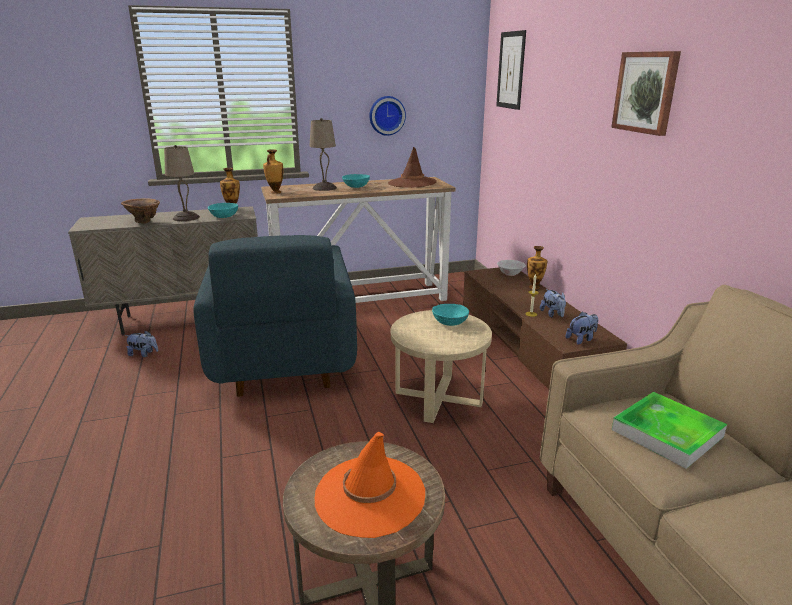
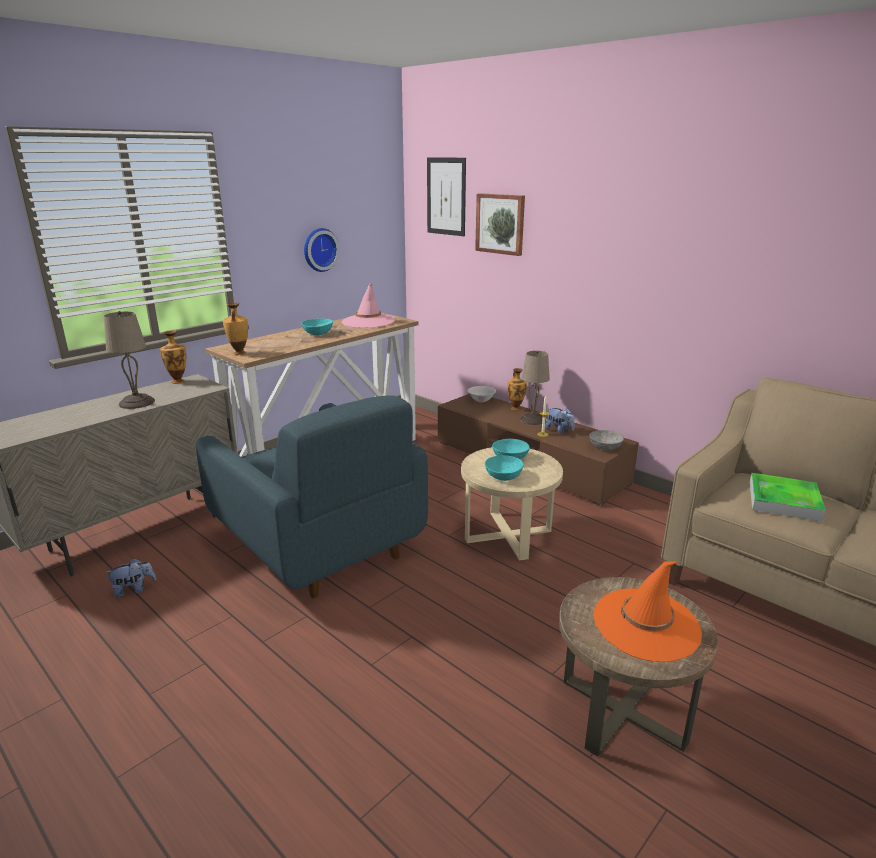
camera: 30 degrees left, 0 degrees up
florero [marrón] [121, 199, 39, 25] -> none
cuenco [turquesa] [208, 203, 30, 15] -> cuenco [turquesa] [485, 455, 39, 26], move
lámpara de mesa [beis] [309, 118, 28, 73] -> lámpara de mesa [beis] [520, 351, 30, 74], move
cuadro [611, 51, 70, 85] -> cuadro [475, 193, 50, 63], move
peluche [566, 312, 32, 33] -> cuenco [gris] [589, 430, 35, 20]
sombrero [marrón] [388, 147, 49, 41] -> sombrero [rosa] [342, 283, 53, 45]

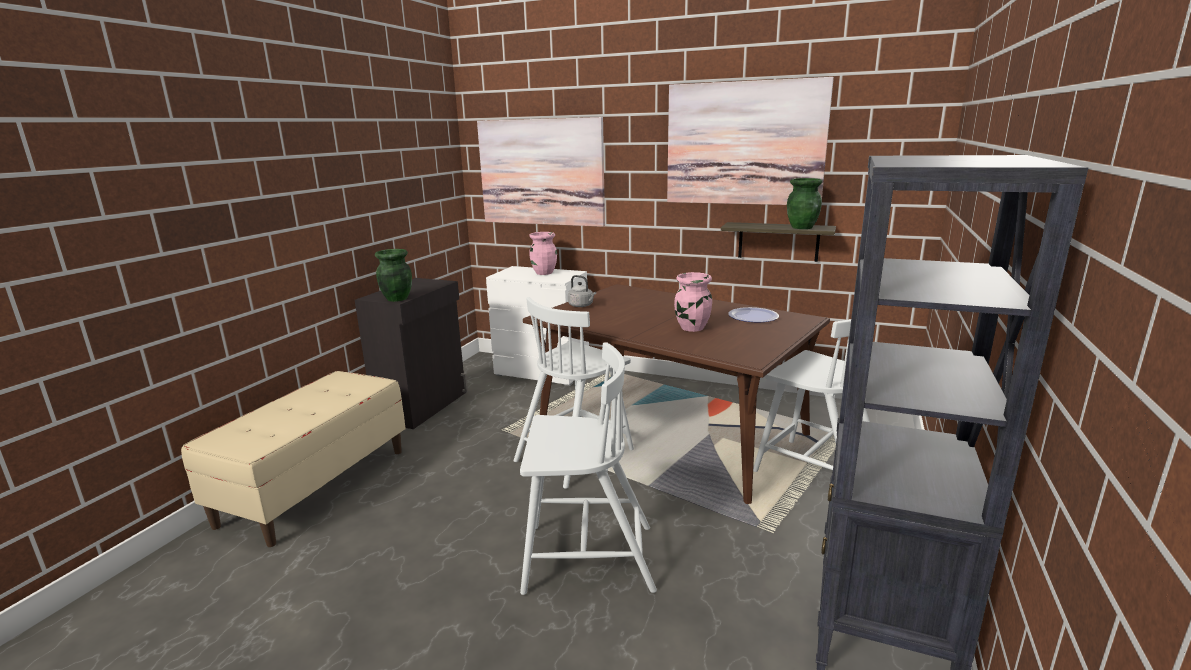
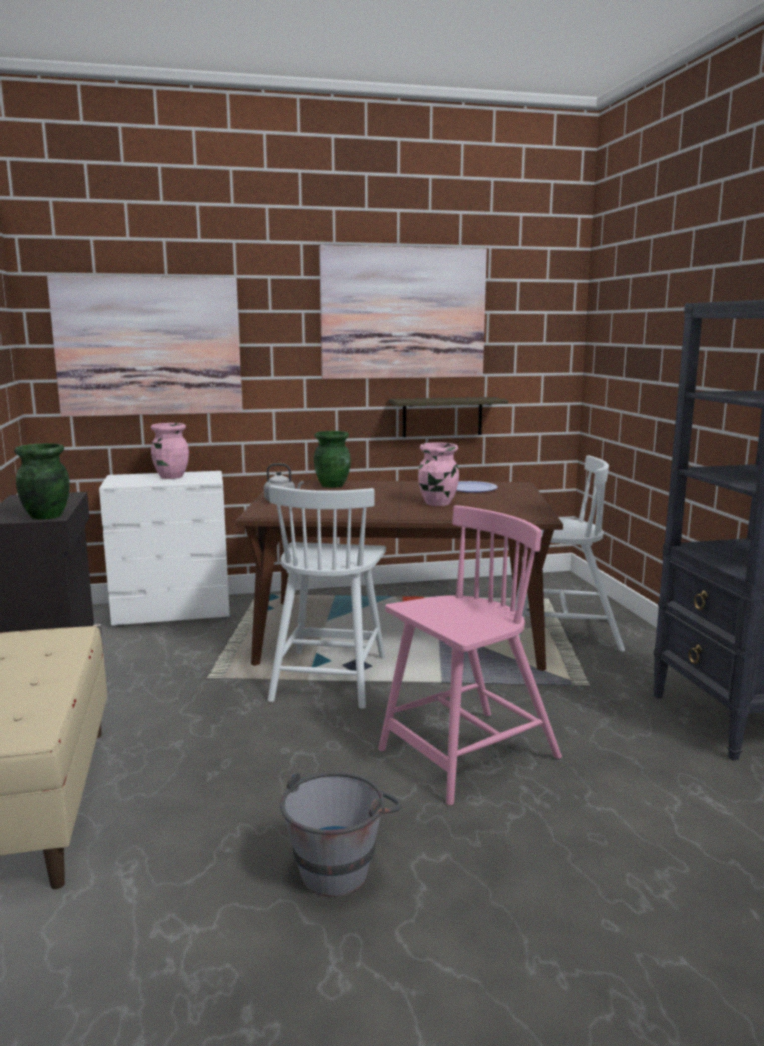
camera: 35 degrees left, 5 degrees down
none -> cubo [gris] [280, 772, 122, 125]
florero [verde] [787, 178, 36, 51] -> florero [verde] [314, 431, 37, 57], move
silla [blanco] [520, 342, 137, 253] -> silla [rosa] [378, 505, 184, 300]

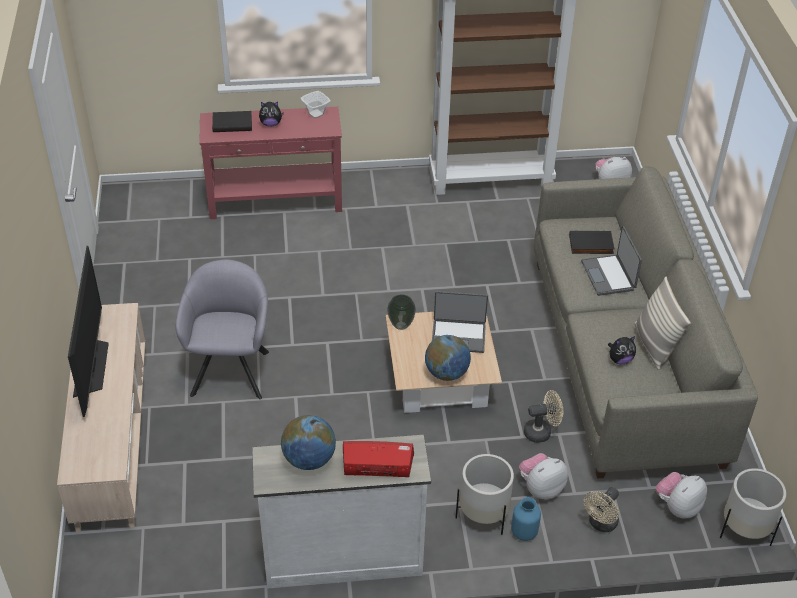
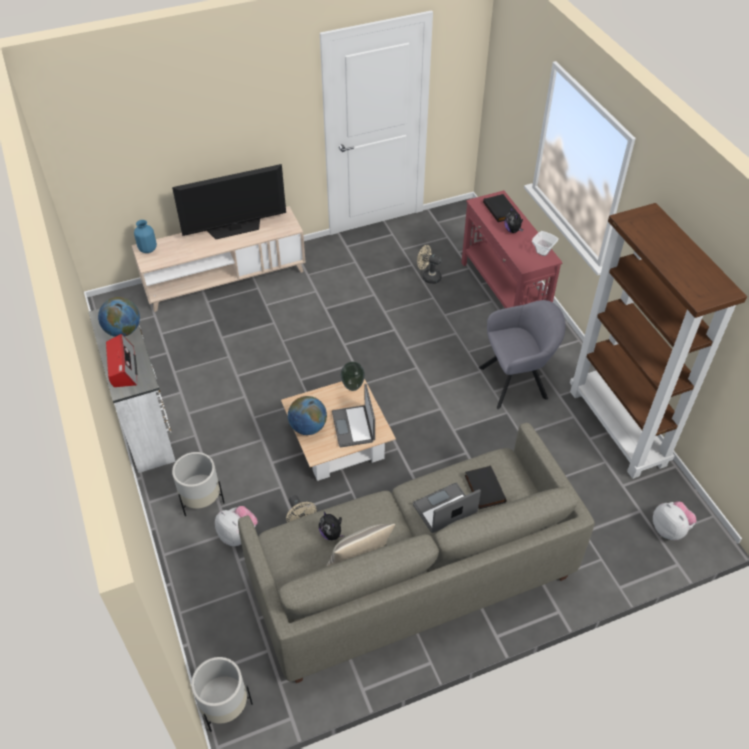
camera: 75 degrees right, 5 degrees up
peluche [655, 472, 52, 46] -> none
sillón [gris] [175, 259, 94, 140] -> sillón [gris] [479, 300, 86, 109], move
florero [azul] [511, 497, 30, 44] -> florero [azul] [134, 220, 23, 33], move
ventilador [beis] [584, 487, 35, 45] -> ventilador [beis] [417, 245, 25, 39], move

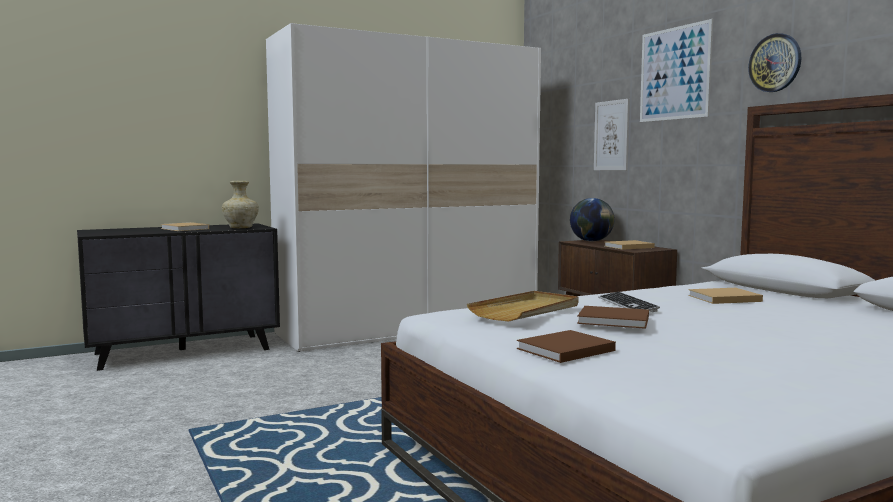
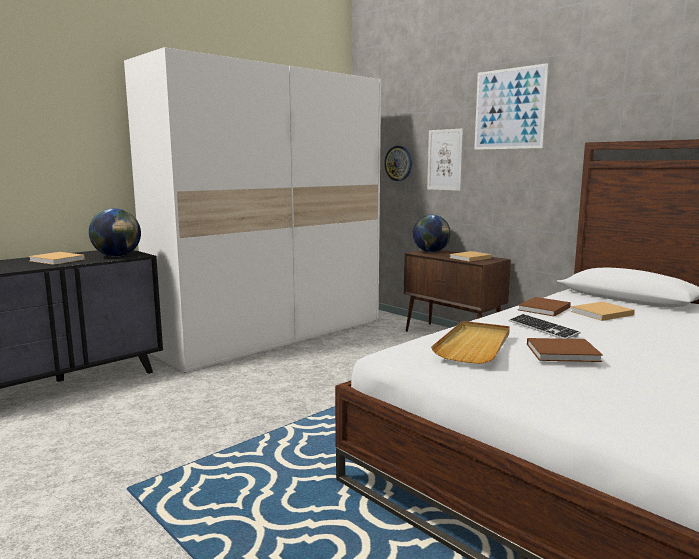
camera: 15 degrees left, 5 degrees up
libro [marrón] [517, 330, 99, 33] -> libro [marrón] [518, 297, 53, 20], move
reloj de pared [748, 33, 53, 59] -> reloj de pared [384, 146, 28, 35], move
florero [beis] [222, 181, 37, 47] -> globo terráqueo [89, 208, 52, 49]

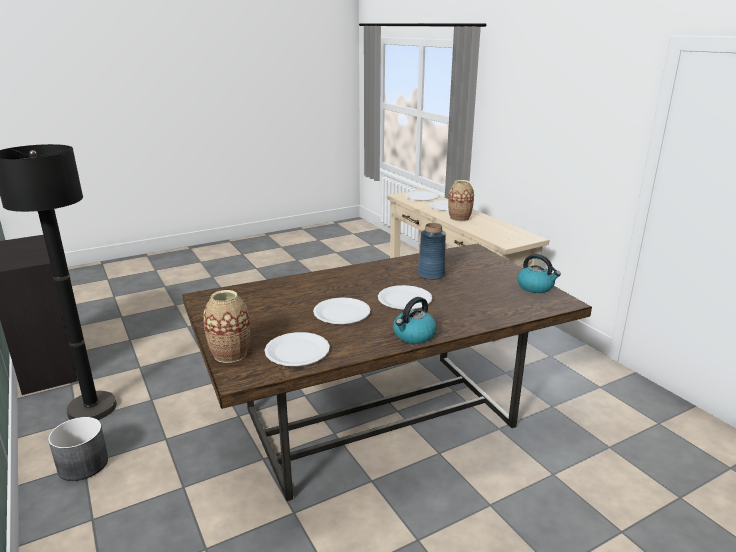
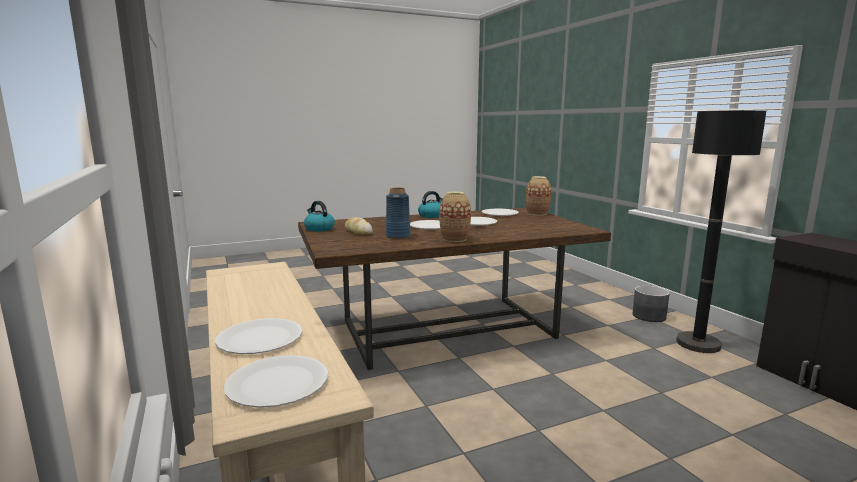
camera: 175 degrees left, 10 degrees down
none -> pan [345, 217, 28, 18]
florero [448, 180, 26, 41] -> florero [439, 192, 32, 50], move

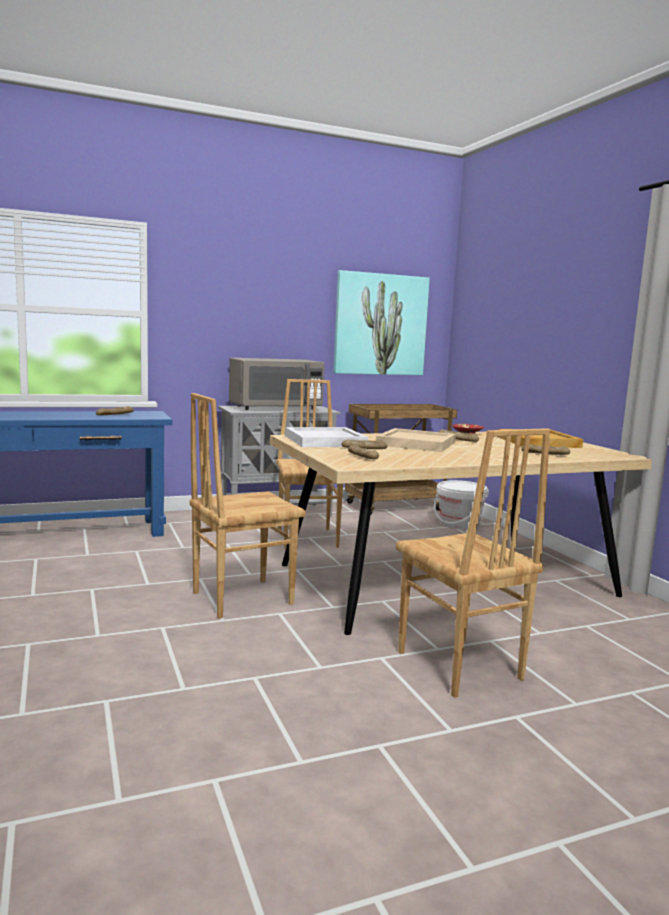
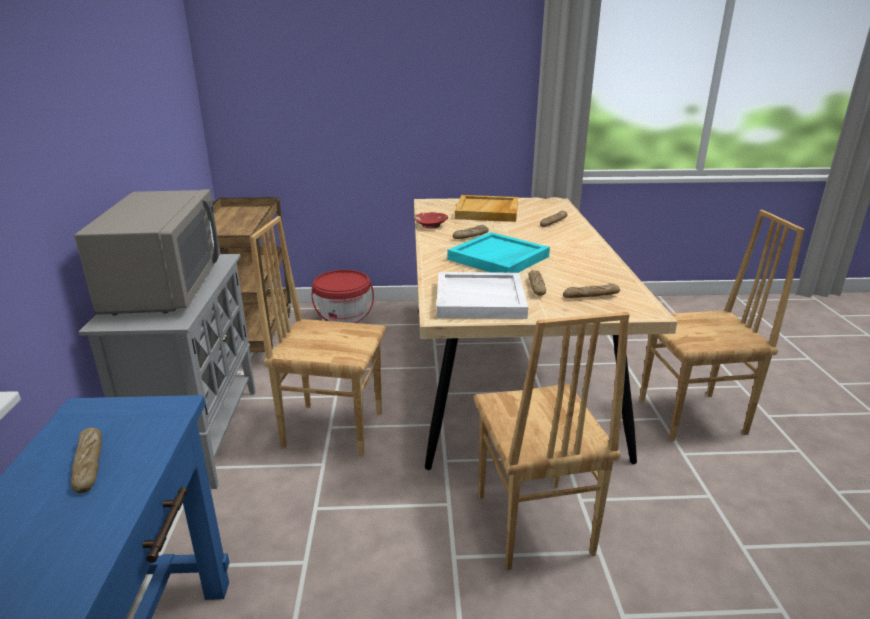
camera: 70 degrees left, 15 degrees up
cuadro [333, 270, 97, 105] -> none
bandeja [beis] [376, 428, 80, 24] -> bandeja [turquesa] [447, 232, 103, 41]
cubo [blanco] [434, 480, 55, 50] -> cubo [rojo] [312, 270, 62, 54]

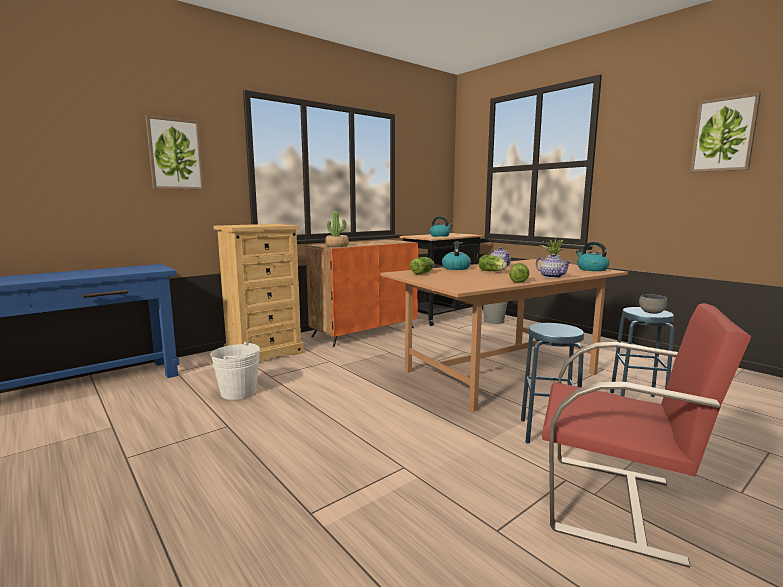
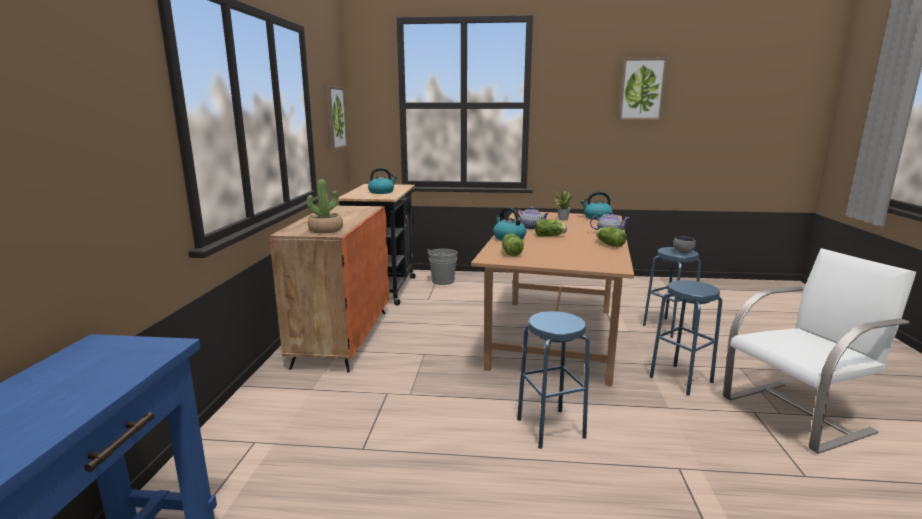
camera: 45 degrees left, 5 degrees up
cubo [blanco] [210, 342, 50, 58] -> none
cómoda [beis] [213, 224, 91, 138] -> none
none -> taburete [azul] [517, 311, 73, 138]
cuadro [145, 115, 59, 75] -> cuadro [327, 86, 20, 64], move
silla [rojo] [542, 303, 209, 265] -> silla [blanco] [723, 248, 193, 206]

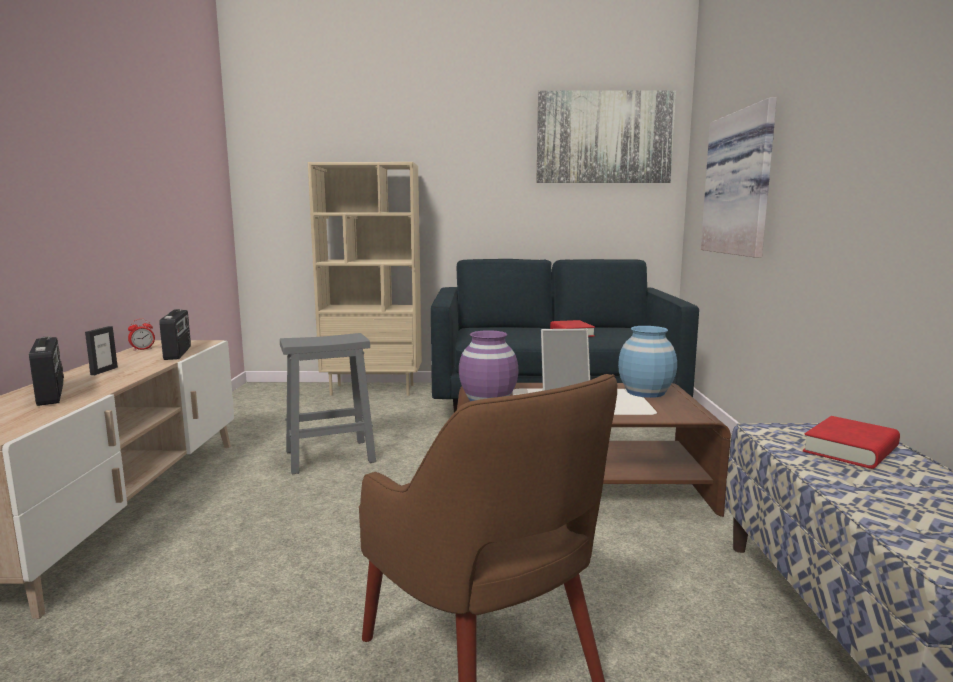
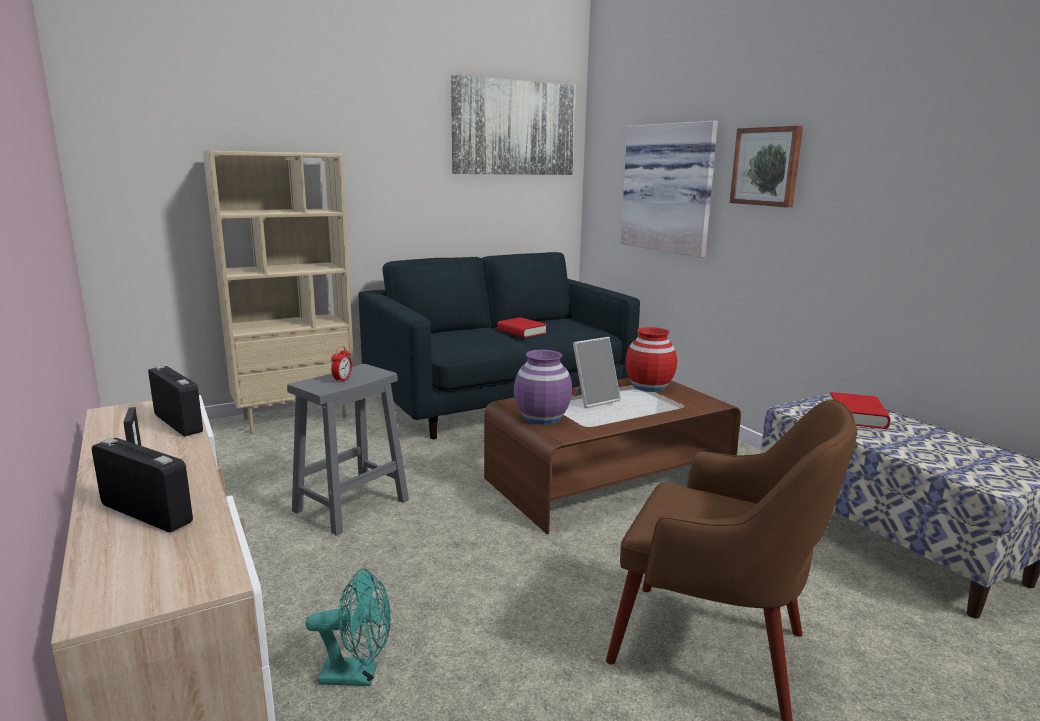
camera: 30 degrees left, 5 degrees up
none -> ventilador [turquesa] [306, 568, 85, 118]
none -> cuadro [730, 126, 73, 81]
despertador [128, 319, 27, 32] -> despertador [331, 346, 21, 37], move
florero [azul] [618, 326, 59, 72] -> florero [rojo] [626, 327, 51, 65]

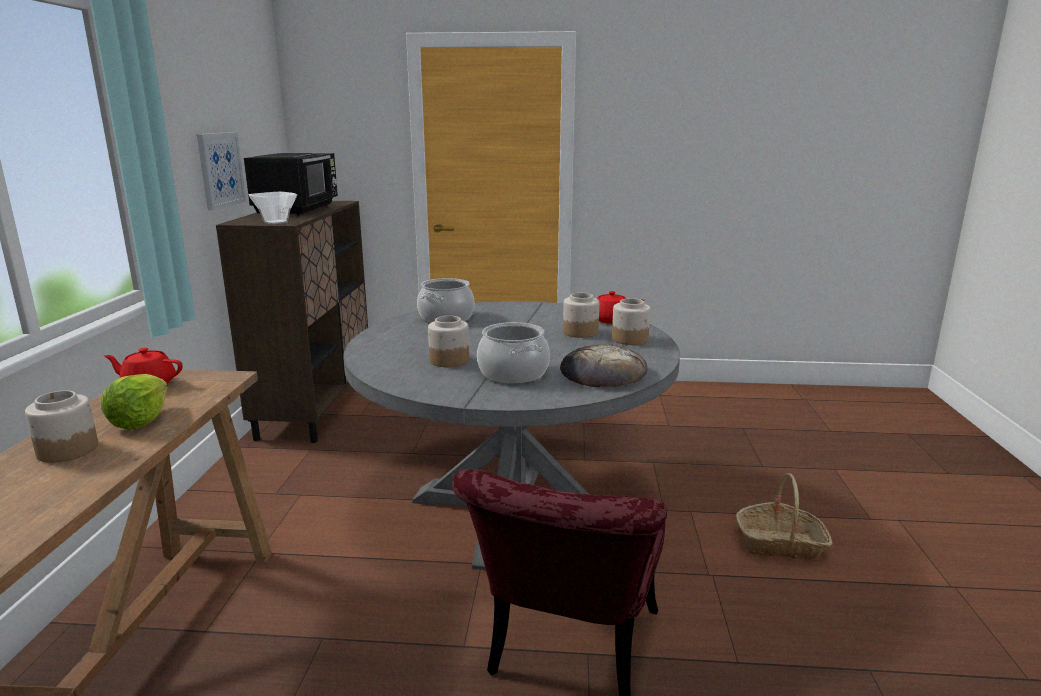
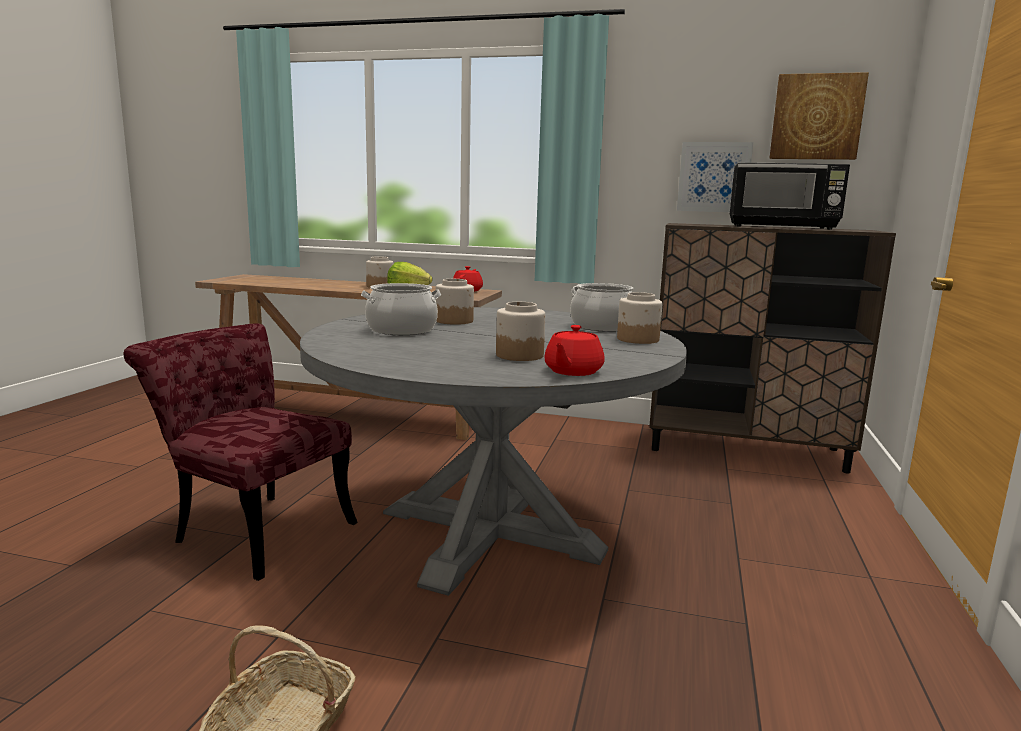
camera: 100 degrees right, 5 degrees down
cuenco [249, 192, 48, 32] -> none
pan [560, 344, 87, 43] -> none
none -> cuadro [769, 72, 100, 88]
tarro [612, 298, 38, 47] -> tarro [617, 292, 45, 52], move

